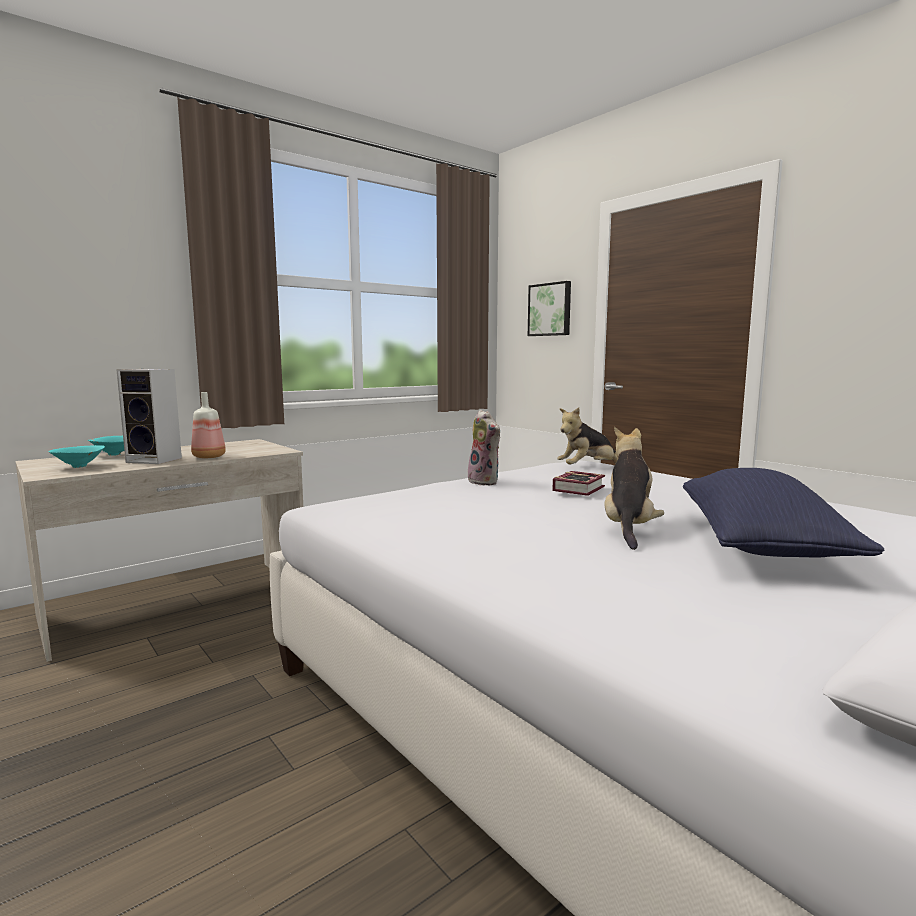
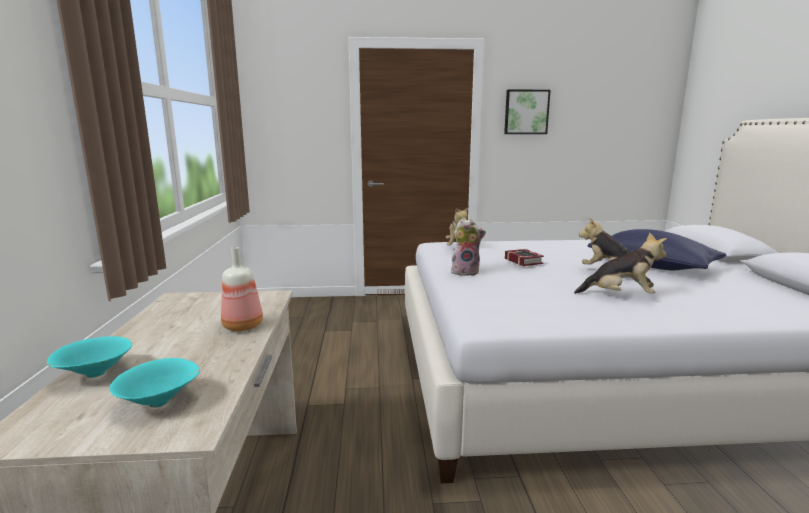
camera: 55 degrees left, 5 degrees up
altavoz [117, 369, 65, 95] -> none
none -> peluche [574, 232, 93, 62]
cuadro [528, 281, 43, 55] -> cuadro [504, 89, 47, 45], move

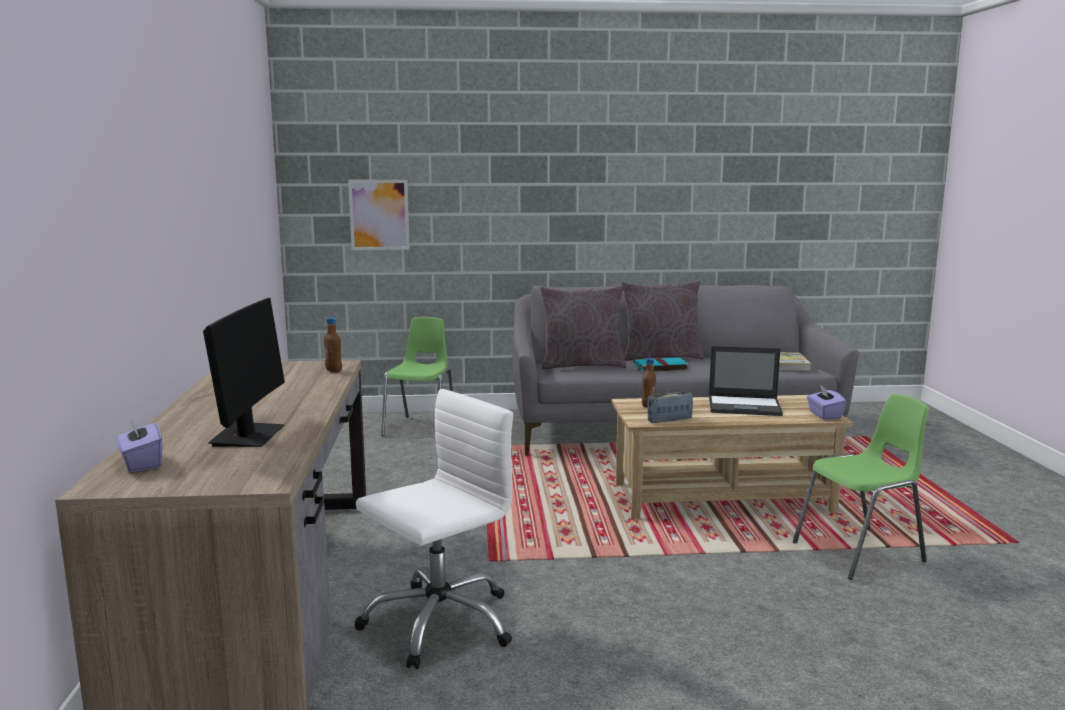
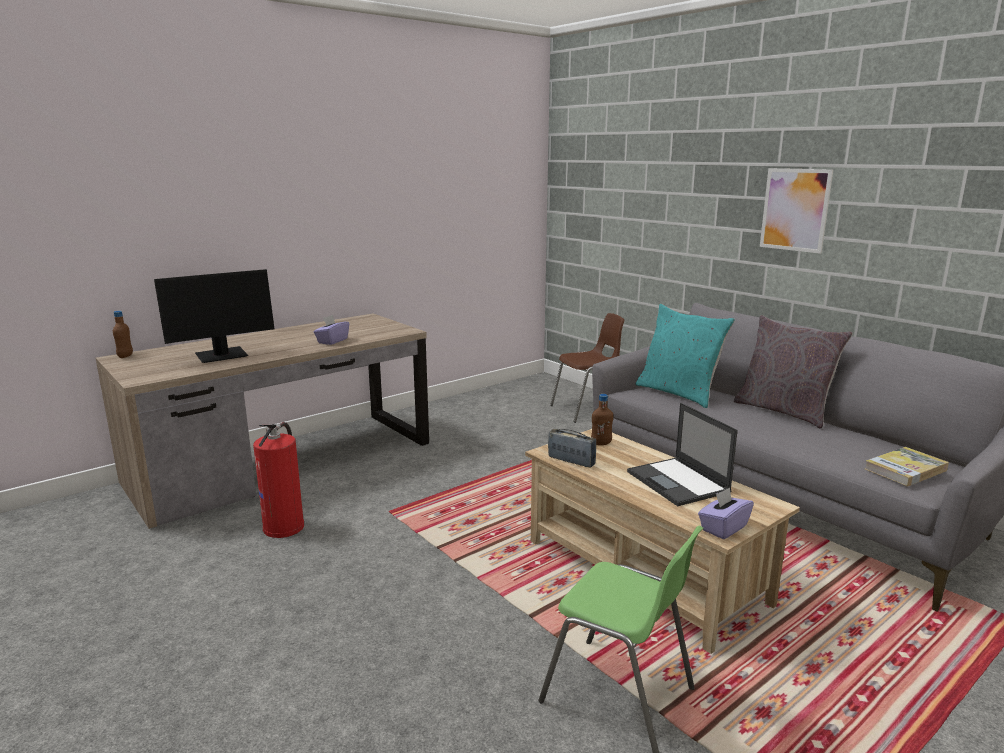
camera: 55 degrees right, 5 degrees up
libro [turquesa] [634, 358, 56, 14] -> none
caja de pañuelos [morado] [117, 417, 45, 55] -> caja de pañuelos [morado] [314, 315, 35, 30], move
botella [marrón] [324, 317, 18, 56] -> botella [marrón] [113, 311, 20, 47], move
cuadro [348, 180, 62, 70] -> cuadro [760, 168, 73, 86], move
silla de oficina [blanco] [355, 389, 158, 280] -> extintor [253, 422, 51, 116]
silla [verde] [381, 317, 72, 119] -> silla [marrón] [550, 313, 74, 110]
cojín [gris] [540, 286, 86, 84] -> cojín [turquesa] [636, 304, 99, 104]

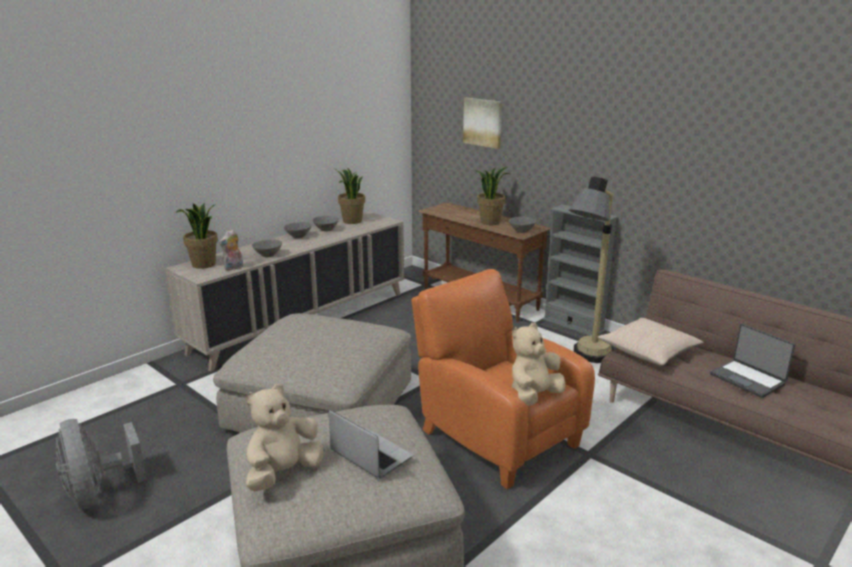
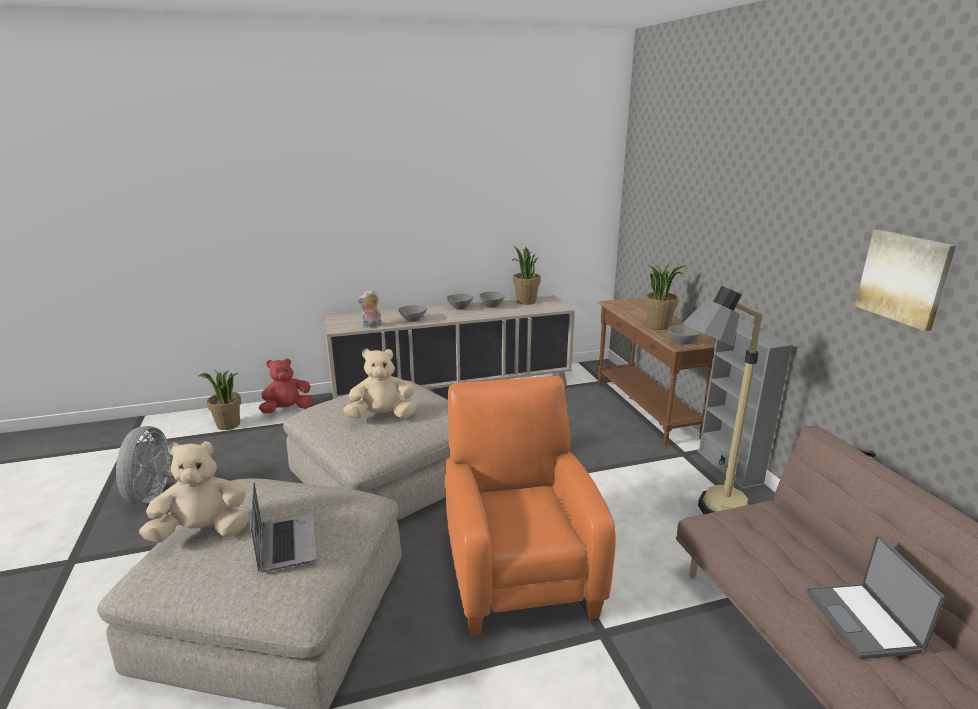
camera: 30 degrees right, 0 degrees up
cojín [beis] [598, 318, 106, 47] -> none
none -> peluche [rojo] [259, 358, 54, 55]
planta en maceta [175, 203, 43, 66] -> planta en maceta [198, 370, 43, 60], move
cuadro [463, 97, 39, 52] -> cuadro [855, 229, 101, 102], move
peluche [beis] [512, 323, 54, 83] -> peluche [beis] [343, 349, 73, 70], move

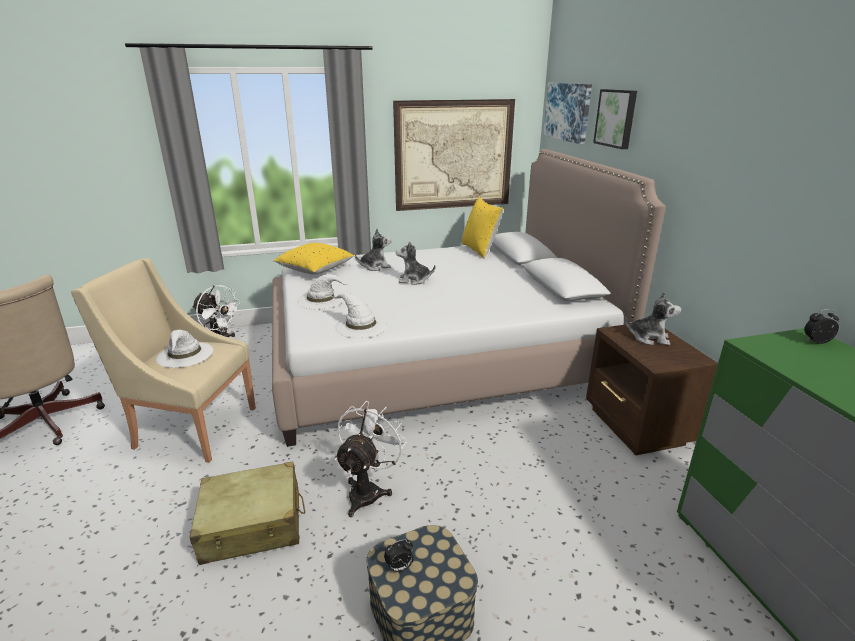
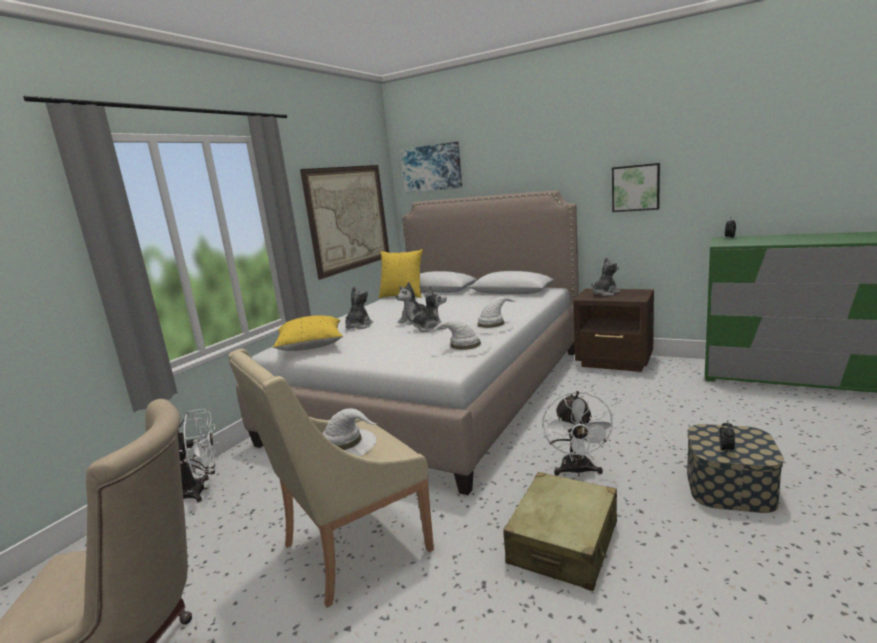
camera: 45 degrees left, 10 degrees down
none -> peluche [407, 286, 40, 46]
sombrero [blanco] [297, 274, 51, 36] -> sombrero [blanco] [470, 297, 47, 37], move
cuadro [593, 89, 44, 60] -> cuadro [612, 163, 48, 49], move
ventilador [blanco] [334, 401, 73, 116] -> ventilador [blanco] [542, 391, 74, 86], 150 degrees counterclockwise

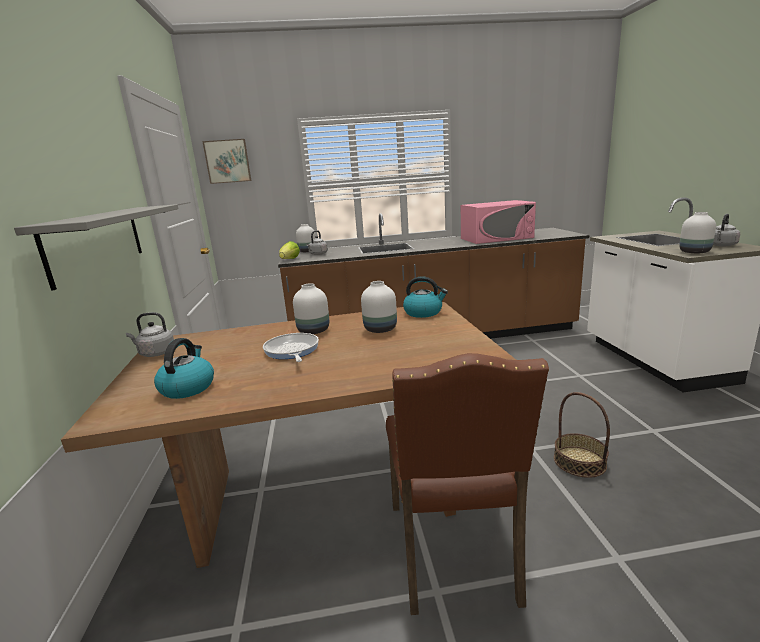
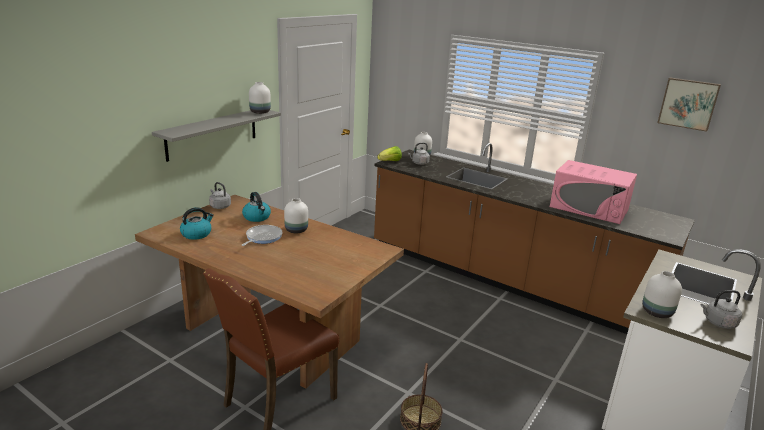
camera: 40 degrees right, 5 degrees up
cuadro [202, 139, 49, 45] -> cuadro [657, 78, 64, 54], move
florero [blanco] [361, 281, 36, 52] -> florero [blanco] [249, 82, 22, 32], move
hervidor [403, 276, 45, 42] -> hervidor [242, 192, 29, 30], move

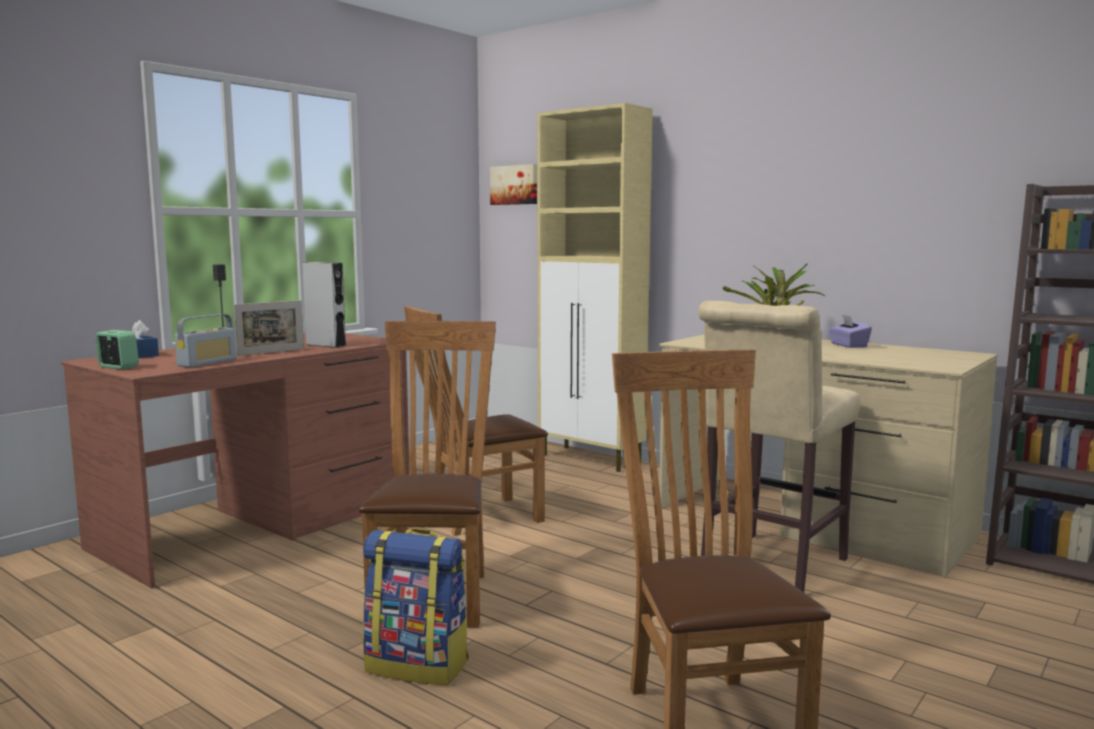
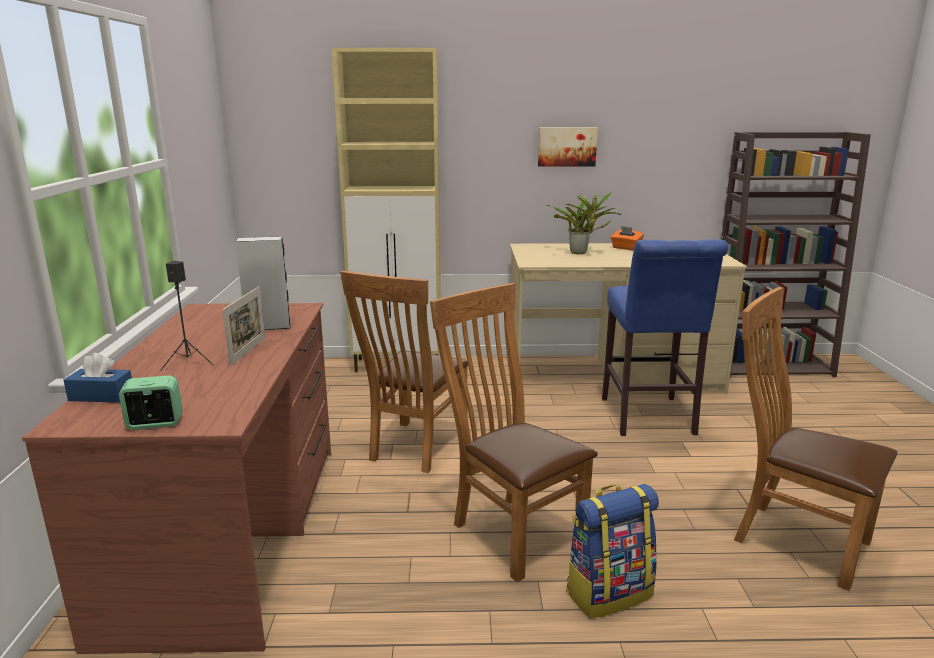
camera: 40 degrees left, 10 degrees up
radio [175, 314, 62, 53] -> none
cuadro [490, 164, 47, 41] -> cuadro [538, 127, 60, 40], move
taburete [beis] [698, 301, 162, 291] -> taburete [azul] [602, 239, 126, 197]
caja de pañuelos [morado] [828, 315, 44, 33] -> caja de pañuelos [naranja] [611, 226, 33, 25]

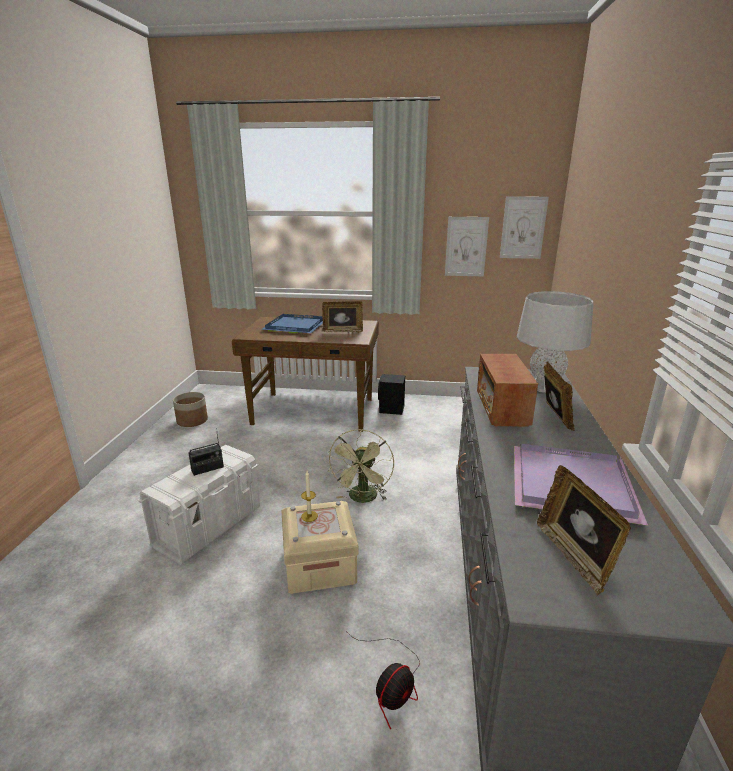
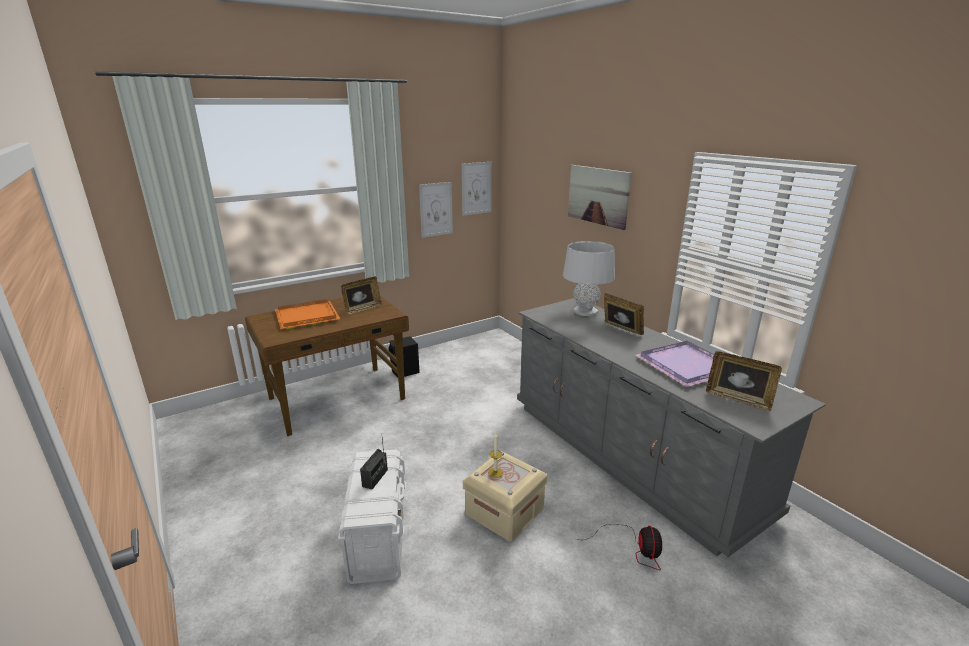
camera: 40 degrees left, 0 degrees up
maceta [173, 392, 35, 35] -> none
ventilador [verde] [328, 429, 66, 74] -> none
radio [477, 354, 61, 73] -> none
none -> cuadro [568, 165, 64, 65]
bandeja [azul] [261, 314, 62, 19] -> bandeja [naranja] [275, 299, 65, 30]

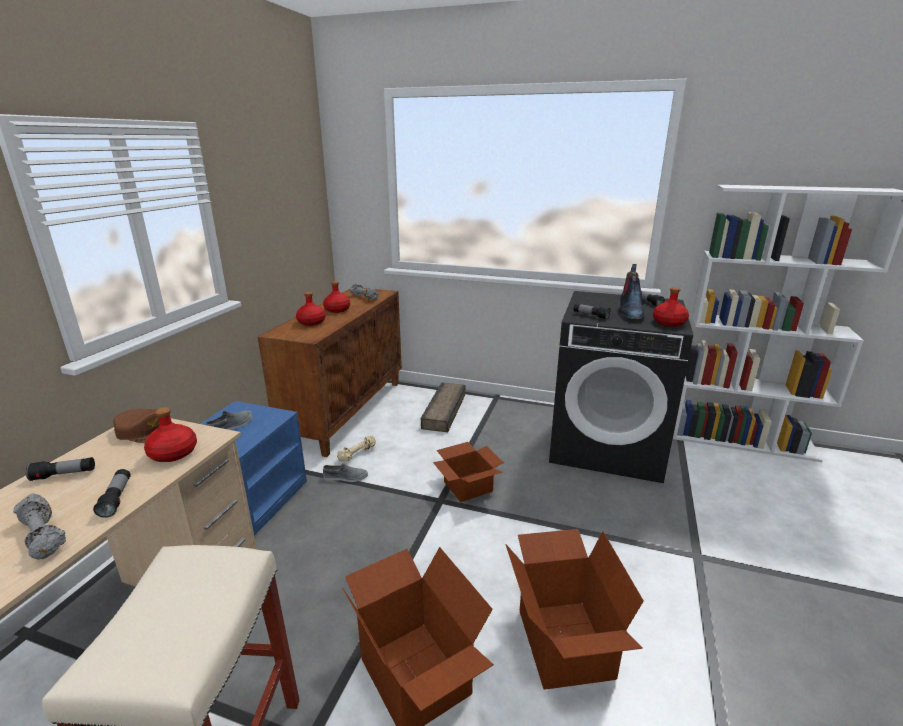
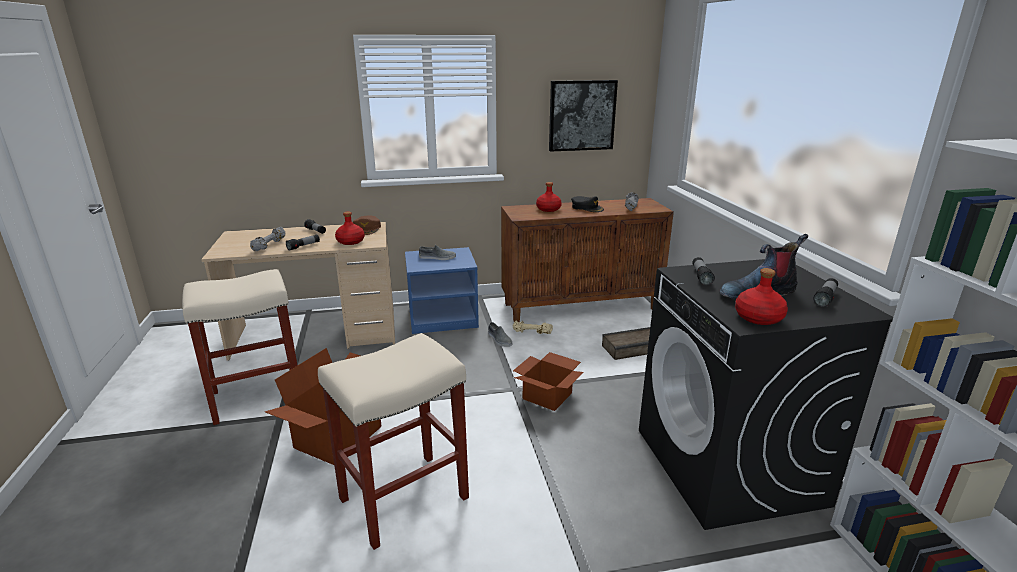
camera: 60 degrees right, 0 degrees up
none -> cuadro [549, 80, 69, 72]
botella [rojo] [323, 281, 27, 32] -> gorra [negro] [571, 196, 33, 16]
caja de cartón [505, 529, 139, 161] -> taburete [beis] [318, 333, 151, 217]

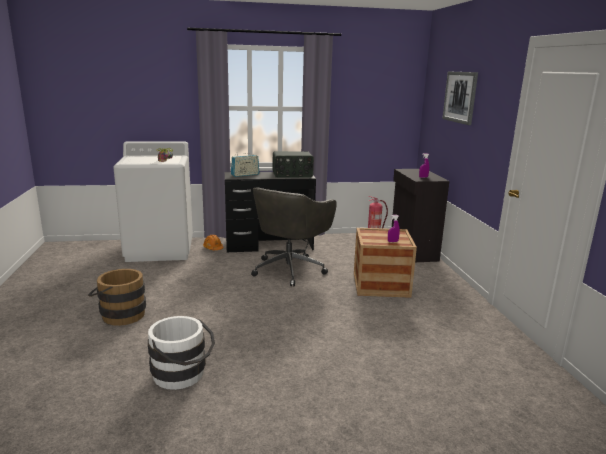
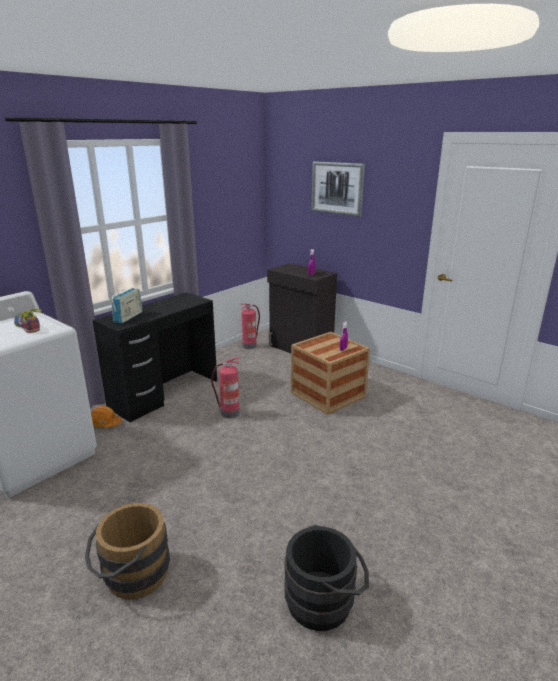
camera: 40 degrees left, 5 degrees up
radio [273, 151, 41, 27] -> none
silla de oficina [gris] [251, 187, 86, 99] -> extintor [211, 357, 29, 61]
cubo [blanco] [148, 316, 67, 74] -> cubo [negro] [284, 525, 85, 106]

